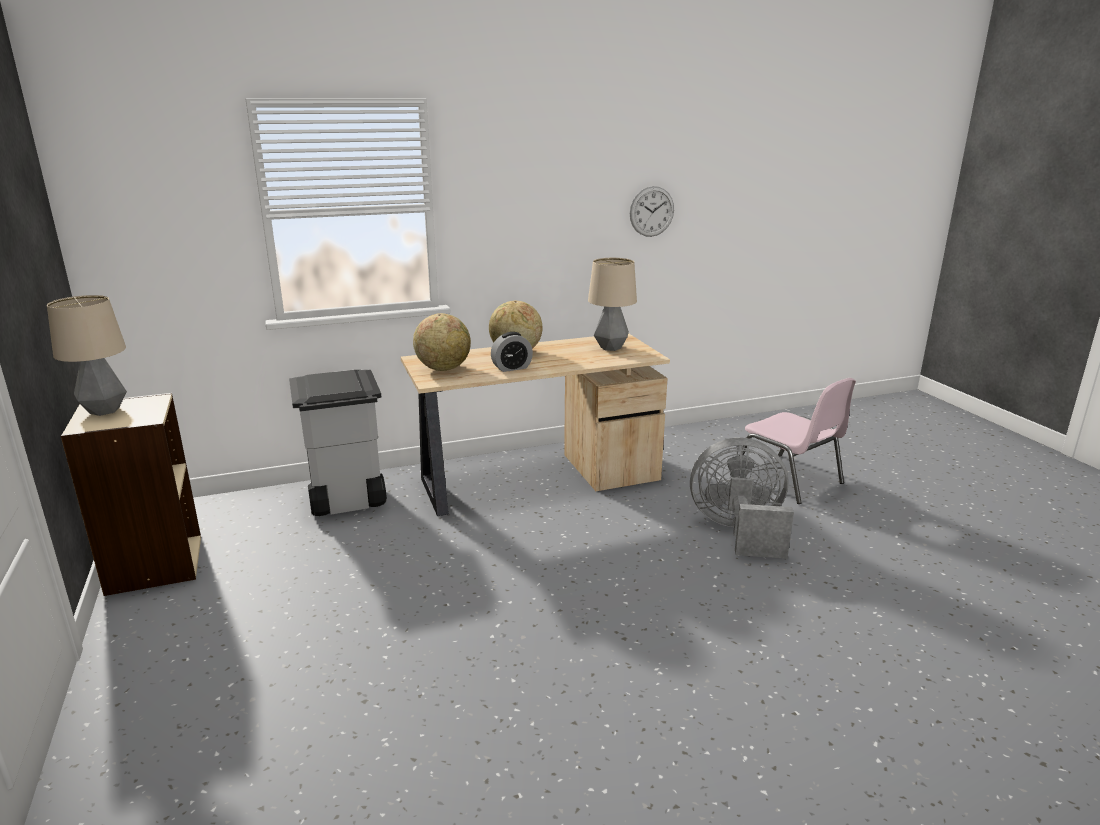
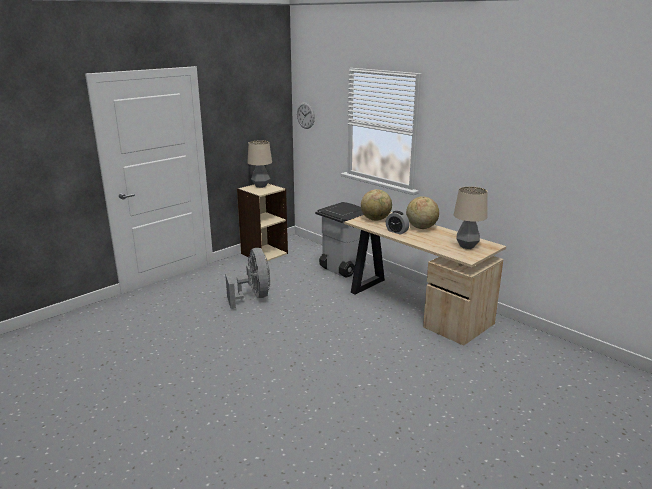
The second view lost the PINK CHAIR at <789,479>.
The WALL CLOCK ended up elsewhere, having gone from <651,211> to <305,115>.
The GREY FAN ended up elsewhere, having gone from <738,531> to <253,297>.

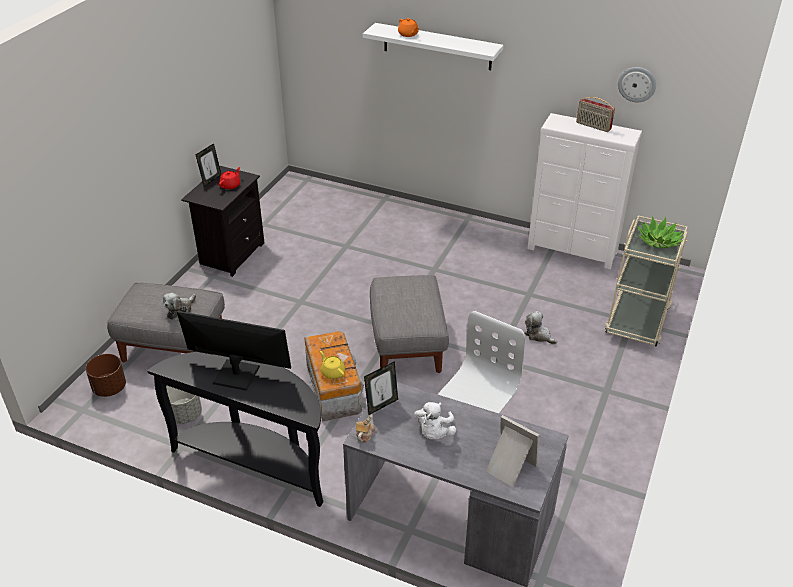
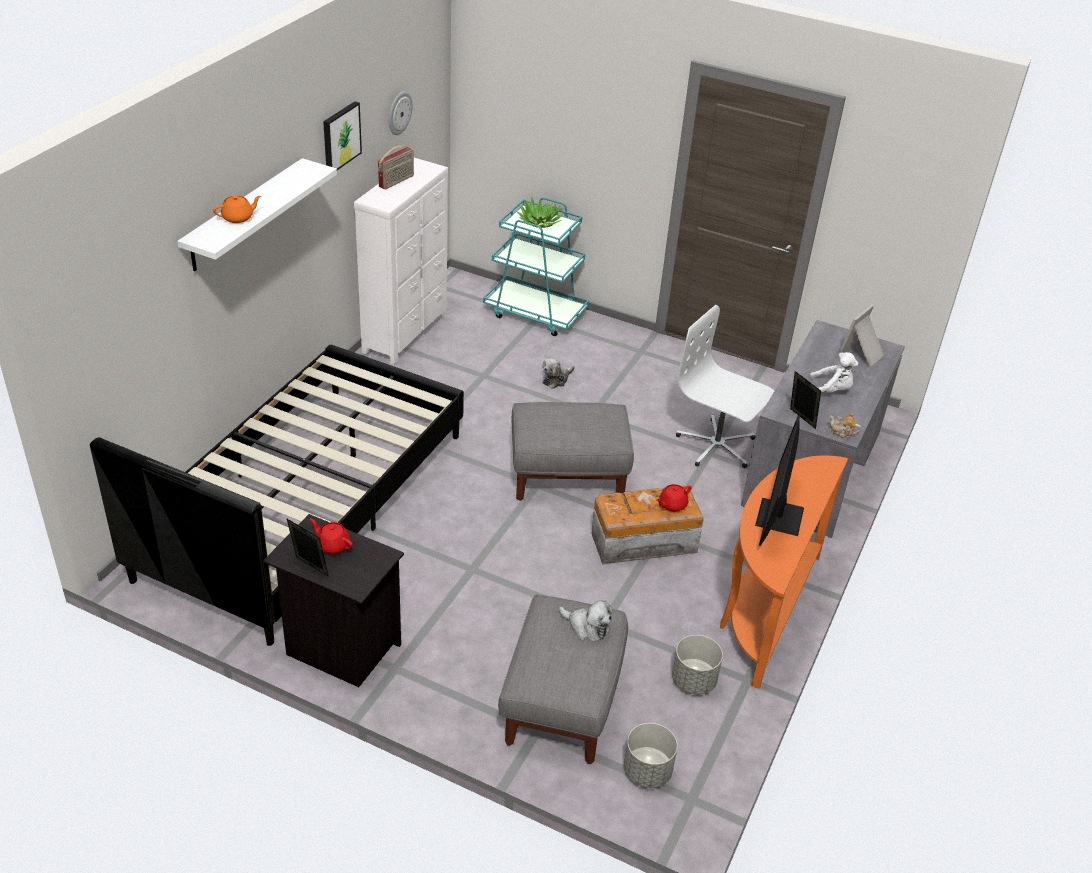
The second view gained the BLACK BED at <305,504>.
The second view gained the PICTURE at <340,136>.
What was the BROWN PLANTER at <109,388> turned into the GREY PLANTER at <646,772>.
What was the BLACK CONSOLE TABLE at <256,462> turned into the ORANGE CONSOLE TABLE at <764,609>.
What was the YELLOW TEAPOT at <332,372> turned into the RED TEAPOT at <672,504>.
What was the BEIGE CART at <637,319> turned into the TURQUOISE CART at <535,313>.

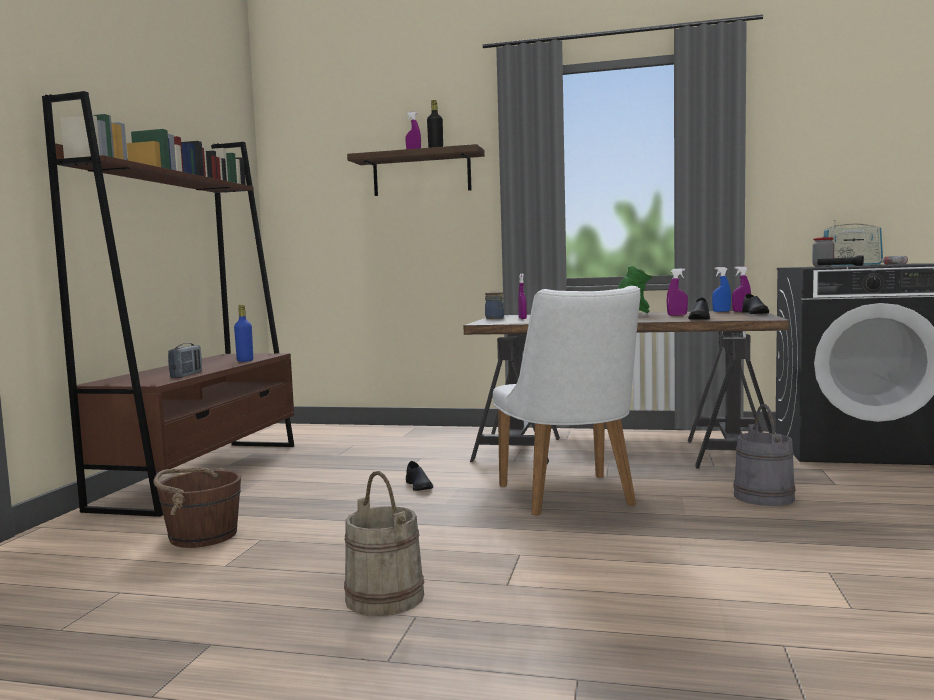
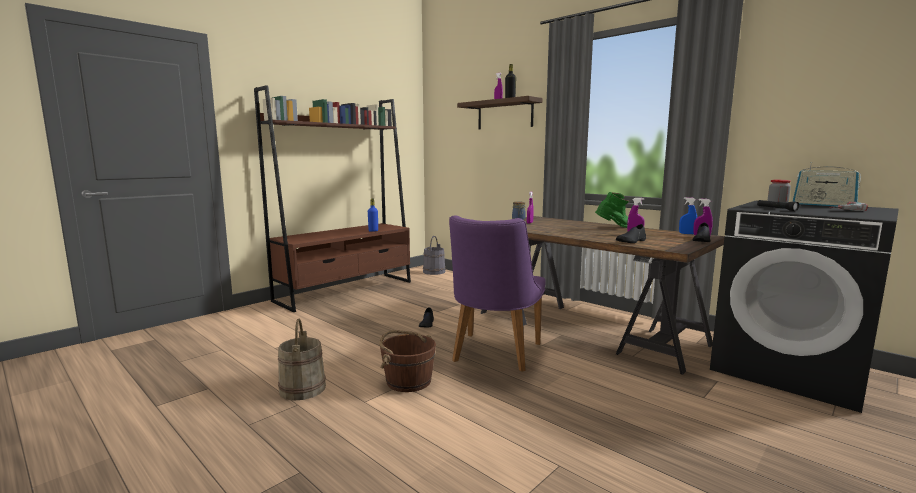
The second view lost the RADIO at <186,375>.
The BROWN BUCKET ended up elsewhere, having gone from <202,535> to <408,381>.
The GREY BUCKET ended up elsewhere, having gone from <764,496> to <434,272>.
What was the WHITE CHAIR at <571,498> turned into the PURPLE CHAIR at <493,355>.

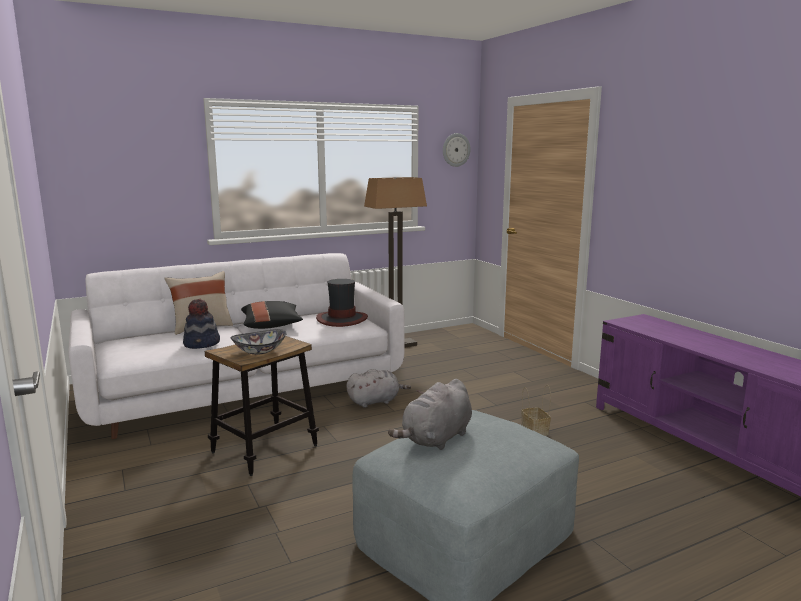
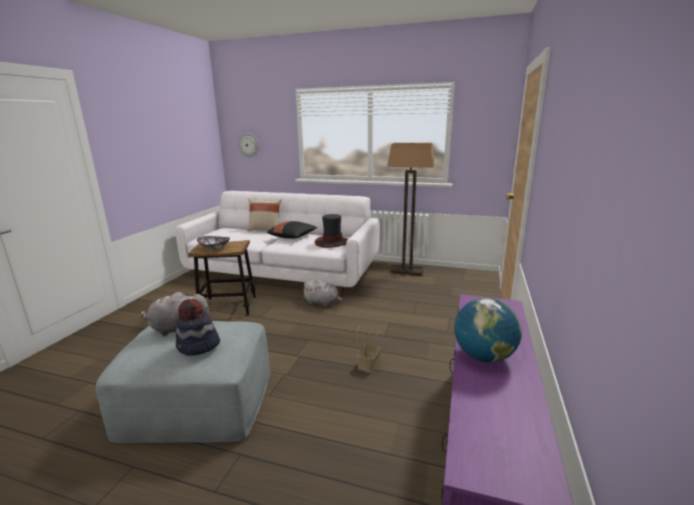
The second view gained the GLOBE at <483,356>.
The HAT ended up elsewhere, having gone from <202,344> to <198,346>.
The WALL CLOCK ended up elsewhere, having gone from <456,150> to <249,145>.

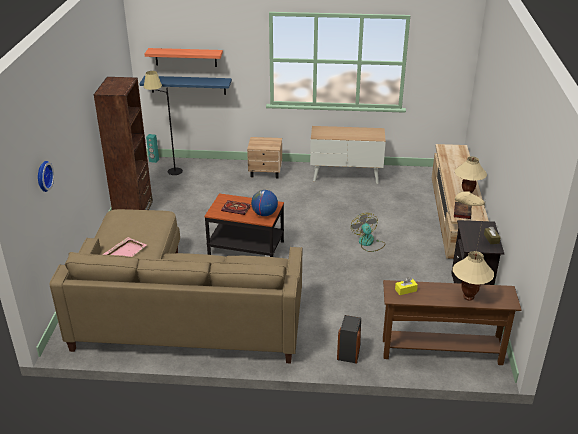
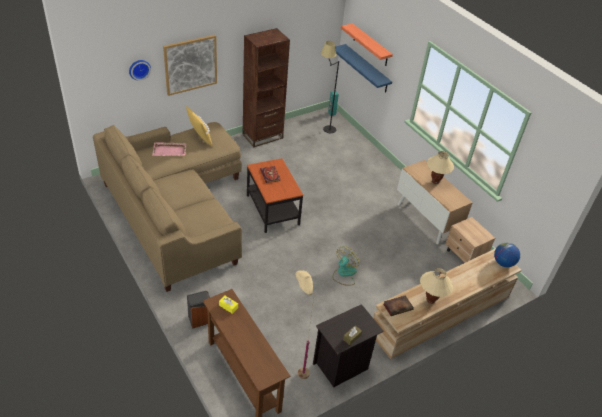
The second view gained the PICTURE at <190,64>.
The second view gained the YELLOW PILLOW at <199,139>.
The BEIGE NIGHTSTAND ended up elsewhere, having gone from <266,172> to <464,256>.
The GLOBE ended up elsewhere, having gone from <264,214> to <503,263>.
The BEIGE TABLE LAMP ended up elsewhere, having gone from <468,297> to <435,181>.

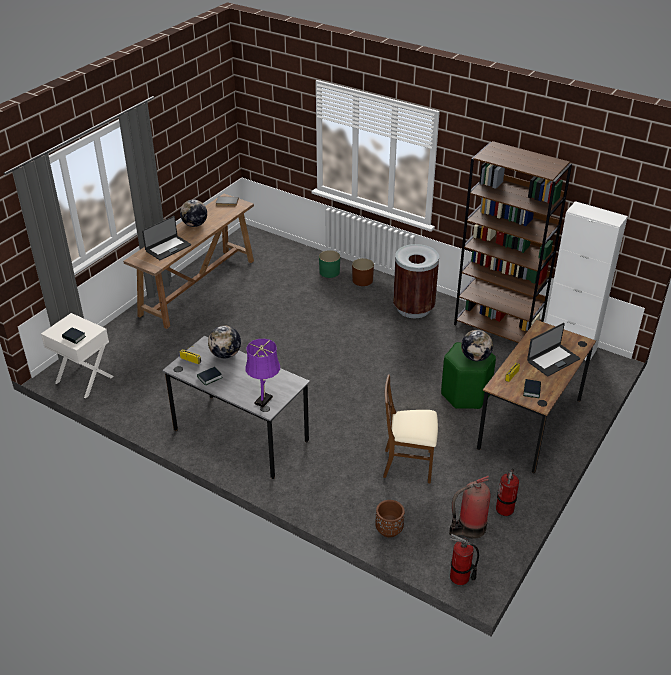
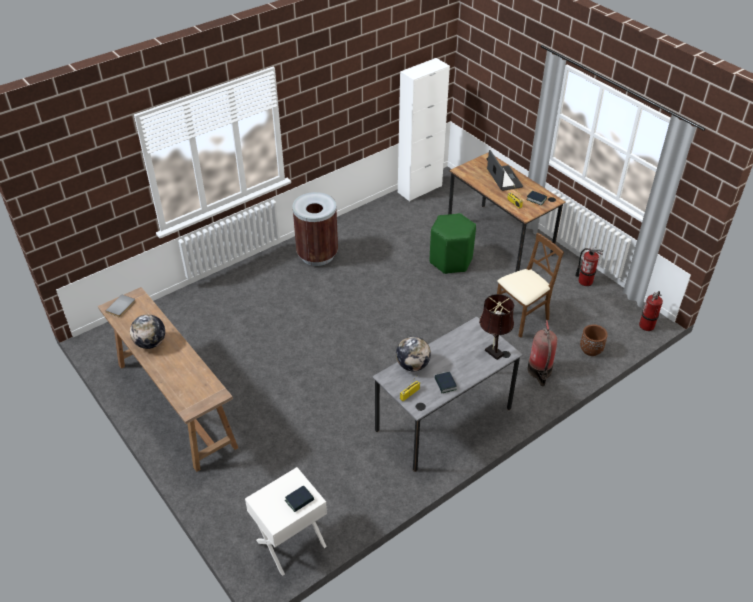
The second view lost the LAPTOP at <168,248>.
The second view lost the GREEN PLANTER at <329,272>.
The second view lost the BROWN PLANTER at <362,280>.
The second view lost the BROWN BOOKCASE at <498,327>.
The second view lost the GLOBE at <475,357>.
The FIRE EXTINGUISHER ended up elsewhere, having gone from <469,528> to <539,371>.
What was the PURPLE TABLE LAMP at <264,399> turned into the BROWN TABLE LAMP at <492,351>.
The BROWN CHAIR at <408,464> ended up facing another way, 150 degrees counterclockwise from before.

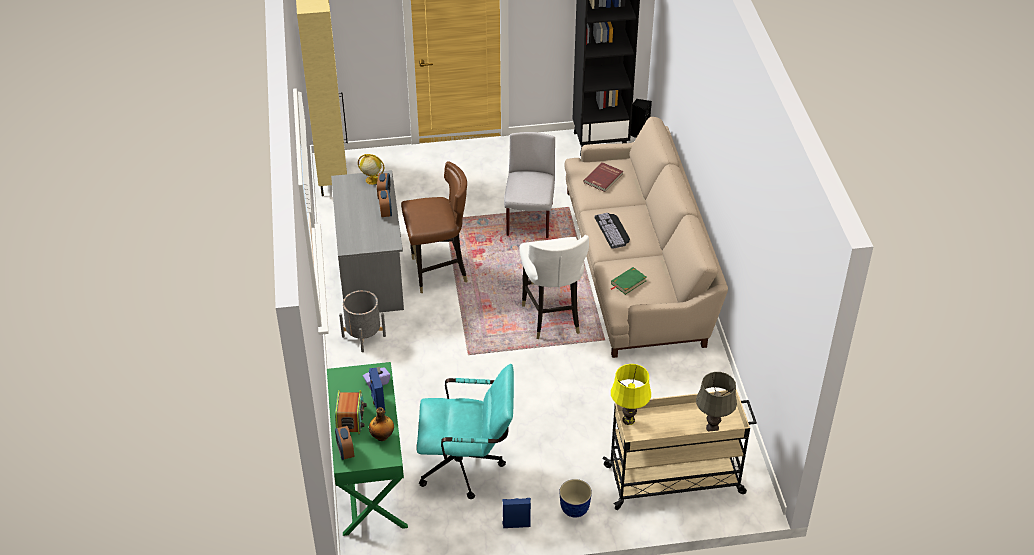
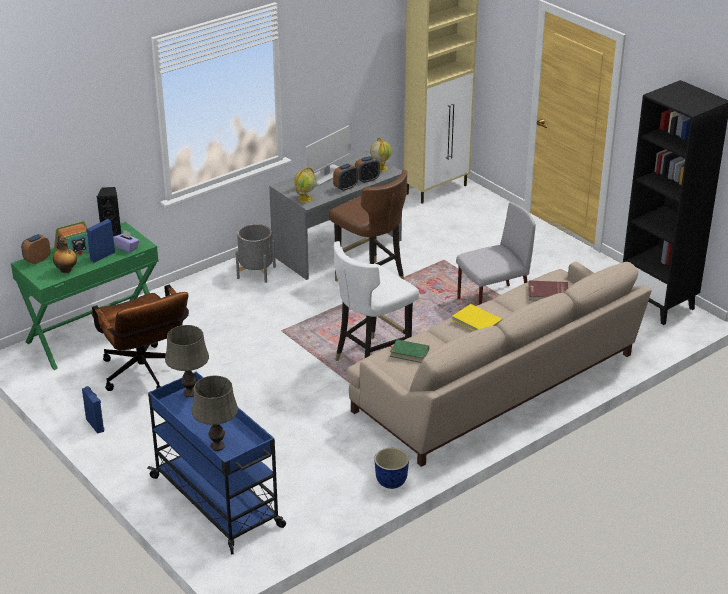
The second view gained the GLOBE at <305,198>.
The second view gained the MONITOR at <326,175>.
The PLANTER ended up elsewhere, having gone from <575,509> to <391,482>.
The BLACK SPEAKER ended up elsewhere, having gone from <639,134> to <112,234>.
Where the KEYBOARD stood at <613,230>, the YELLOW BOOK came to stand at <476,321>.
What was the TURQUOISE OFFICE CHAIR at <467,466> turned into the BROWN OFFICE CHAIR at <146,376>.
What was the BEIGE CART at <675,479> turned into the BLUE CART at <217,502>.
What was the YELLOW TABLE LAMP at <628,420> turned into the GREY TABLE LAMP at <189,393>.

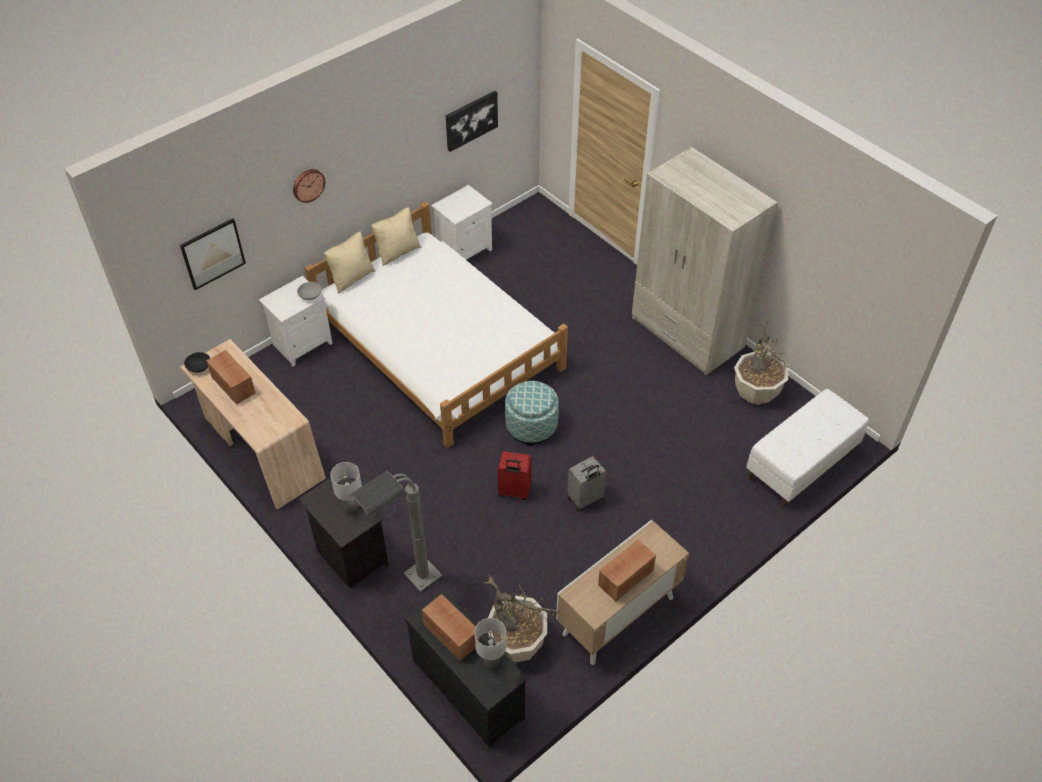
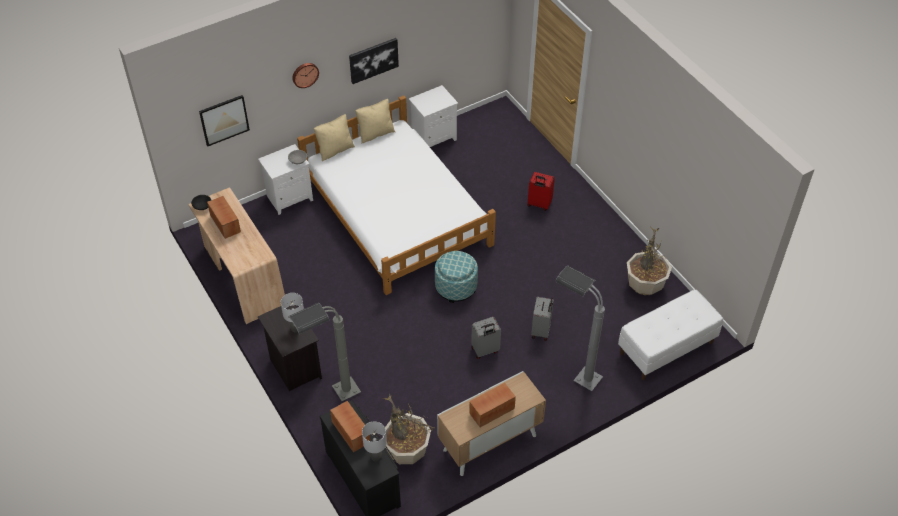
The second view lost the BEIGE WARDROBE at <687,333>.
The second view gained the GREY SUITCASE at <541,330>.
The second view gained the GREY FLOOR LAMP at <574,373>.
The PICTURE ended up elsewhere, having gone from <471,120> to <373,60>.
The RED SUITCASE ended up elsewhere, having gone from <514,491> to <539,204>.

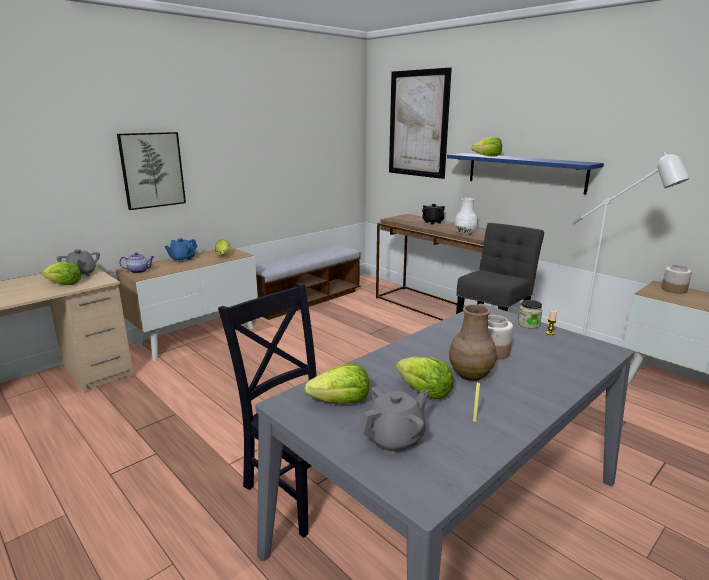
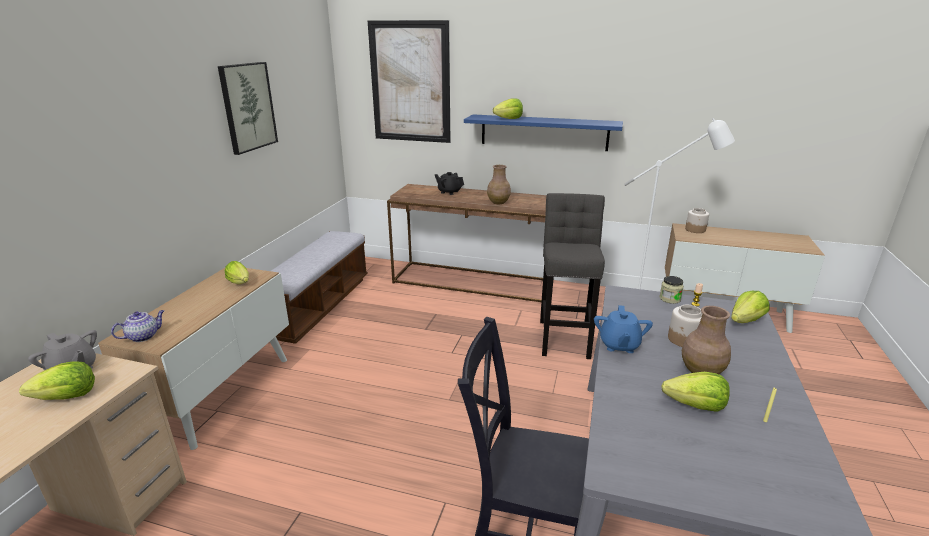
The second view lost the GREY TEAPOT at <395,439>.
The PICTURE ended up elsewhere, having gone from <152,170> to <248,107>.
The BLUE TEAPOT ended up elsewhere, having gone from <182,259> to <619,345>.
The LETTUCE ended up elsewhere, having gone from <341,402> to <745,321>.
What was the WHITE VASE at <465,234> turned into the BROWN VASE at <498,202>.

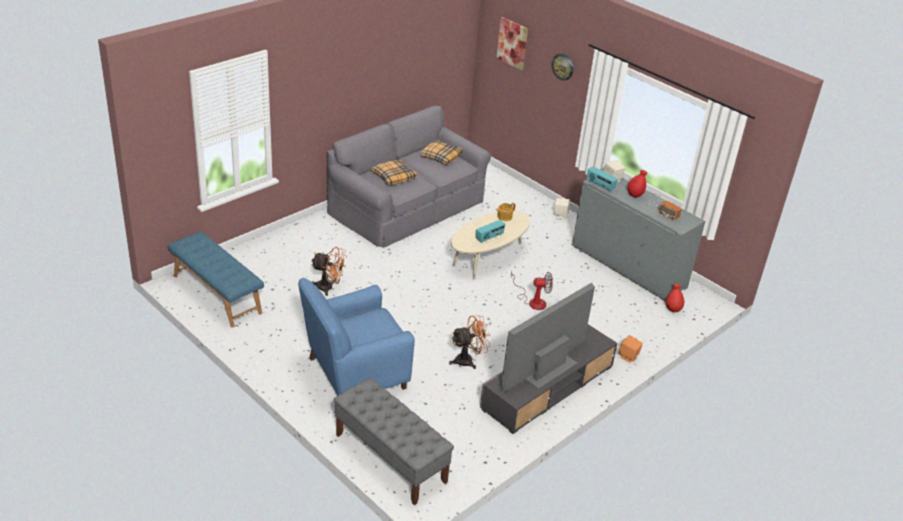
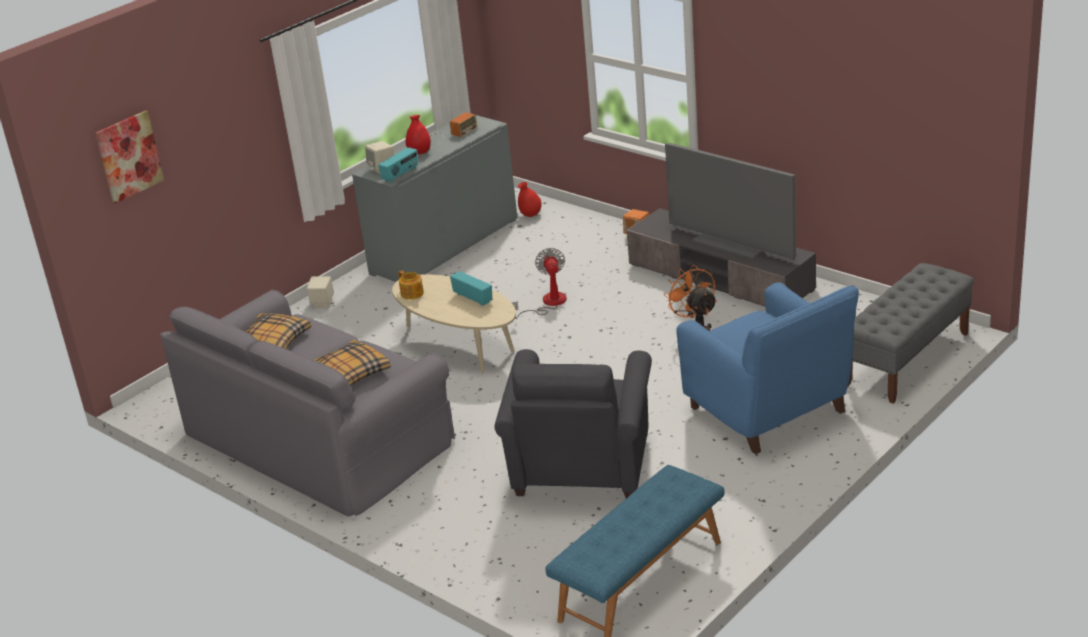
The second view lost the WALL CLOCK at <563,66>.
Where the ORANGE FAN stood at <329,288>, the GREY ARMCHAIR came to stand at <580,470>.

